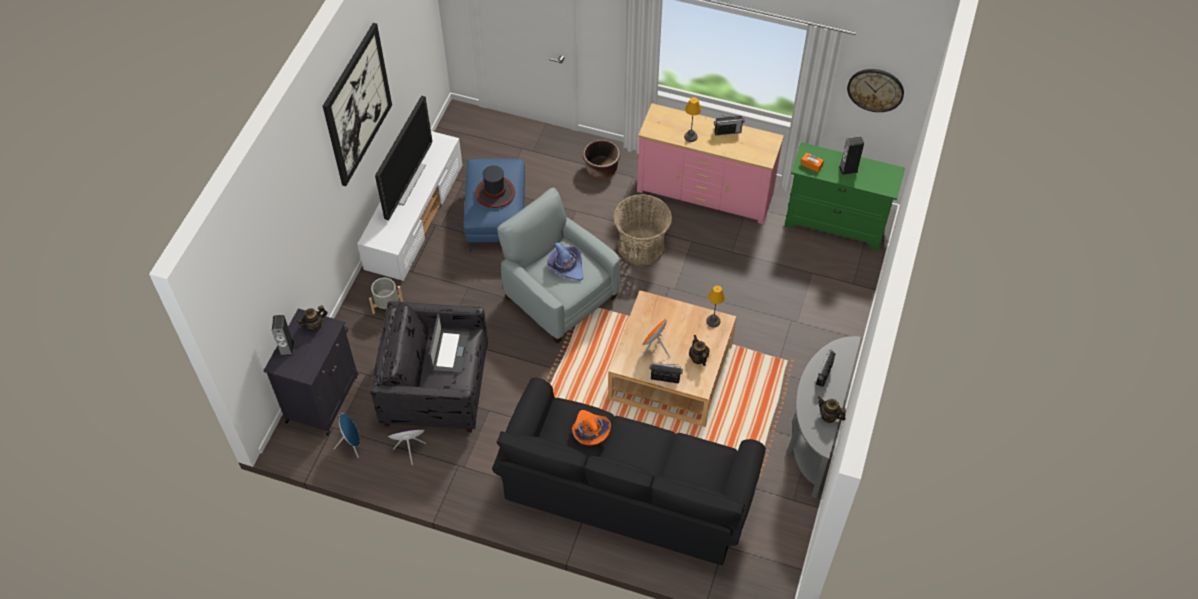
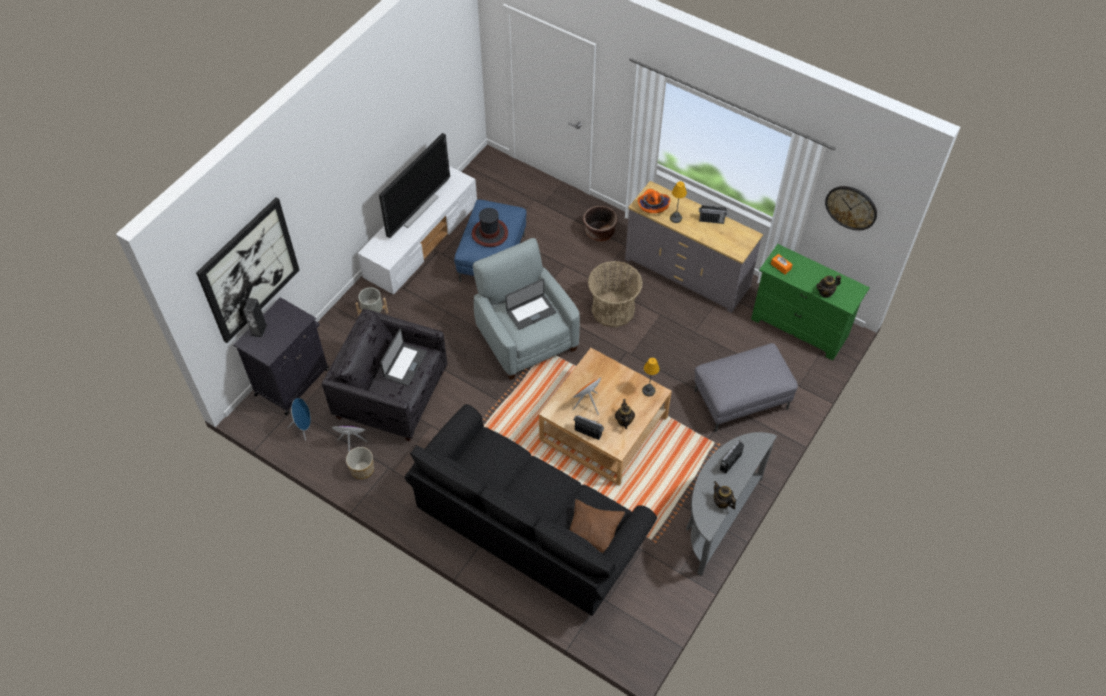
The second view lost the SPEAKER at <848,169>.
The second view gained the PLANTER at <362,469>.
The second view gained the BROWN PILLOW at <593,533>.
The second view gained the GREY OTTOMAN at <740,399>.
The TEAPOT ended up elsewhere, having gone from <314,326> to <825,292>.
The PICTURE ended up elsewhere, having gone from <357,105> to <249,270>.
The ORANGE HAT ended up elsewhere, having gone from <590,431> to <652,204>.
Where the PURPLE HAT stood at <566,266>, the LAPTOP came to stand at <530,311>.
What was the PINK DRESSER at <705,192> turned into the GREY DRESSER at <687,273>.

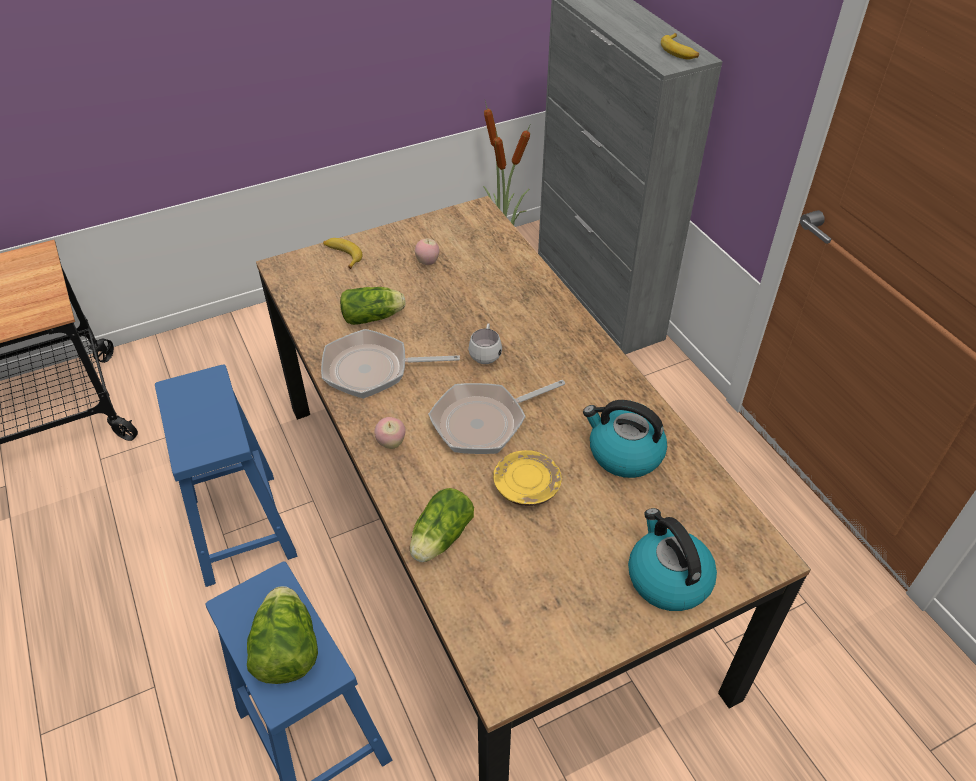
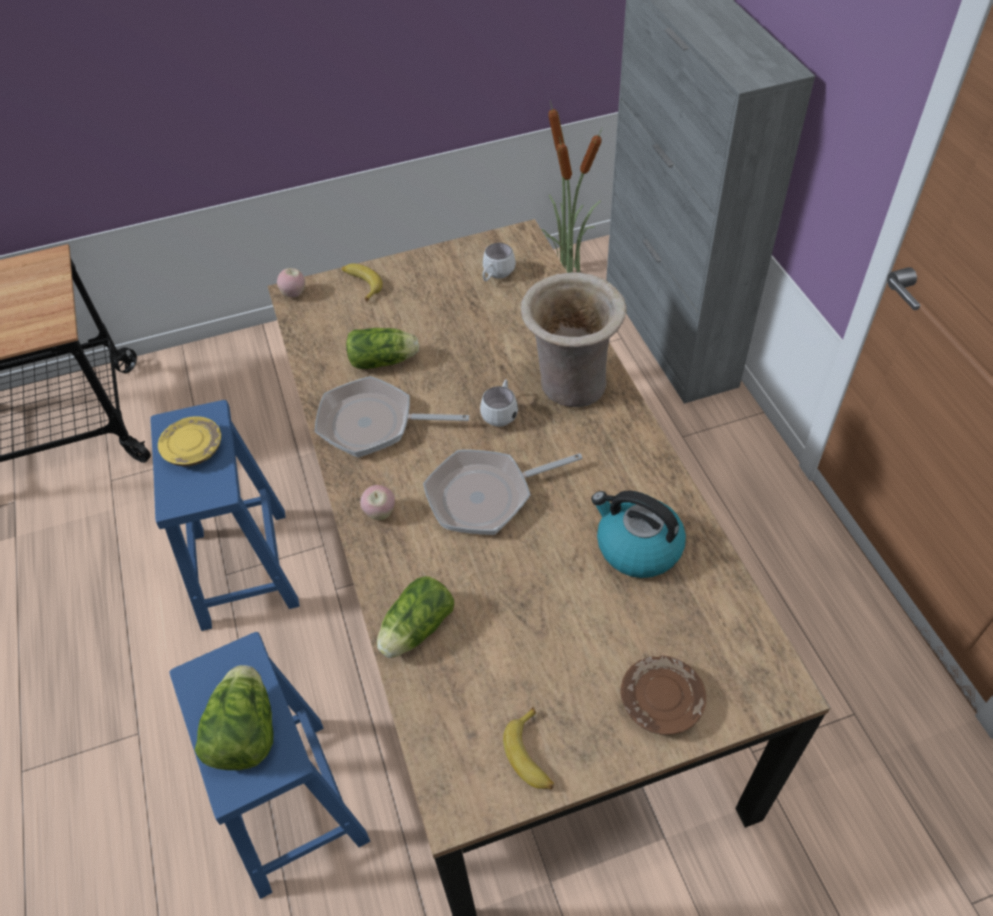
The second view gained the WHITE MUG at <496,276>.
The second view gained the BEIGE VASE at <570,386>.
The APPLE ended up elsewhere, having gone from <427,262> to <294,294>.
The YELLOW PLATE ended up elsewhere, having gone from <526,486> to <193,449>.
The BANANA ended up elsewhere, having gone from <680,52> to <532,755>.
Where the KETTLE stood at <667,578>, the BROWN PLATE came to stand at <660,702>.

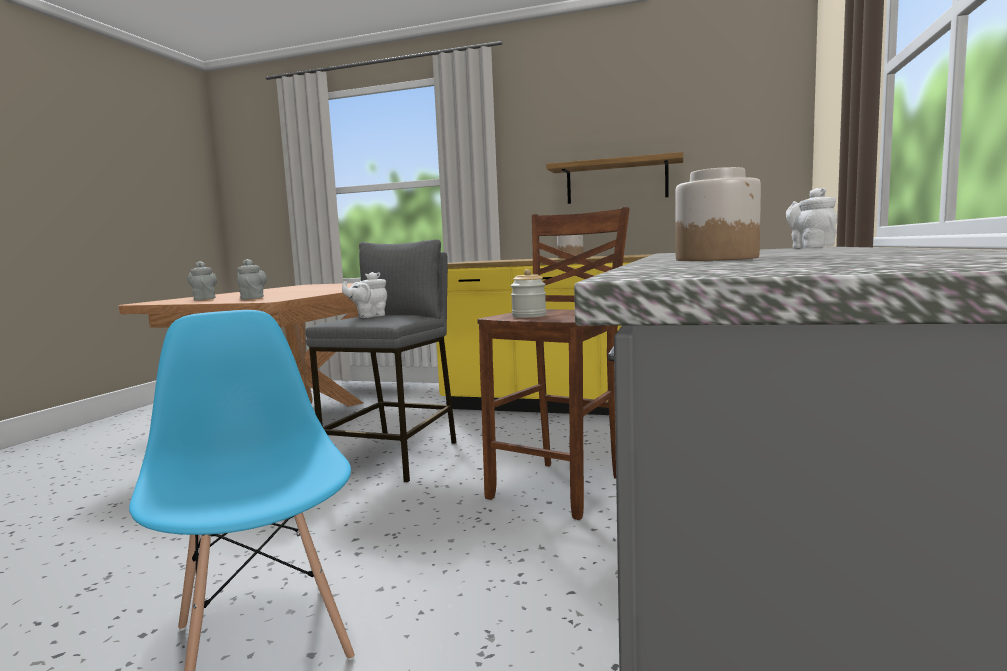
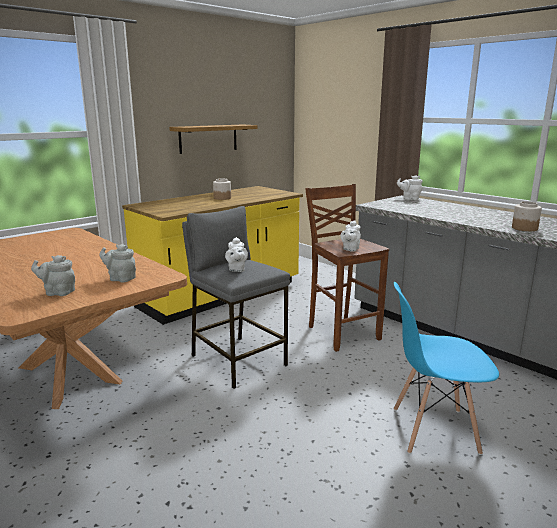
Where the JAR stood at <529,316>, the WHITE TEAPOT came to stand at <350,249>.

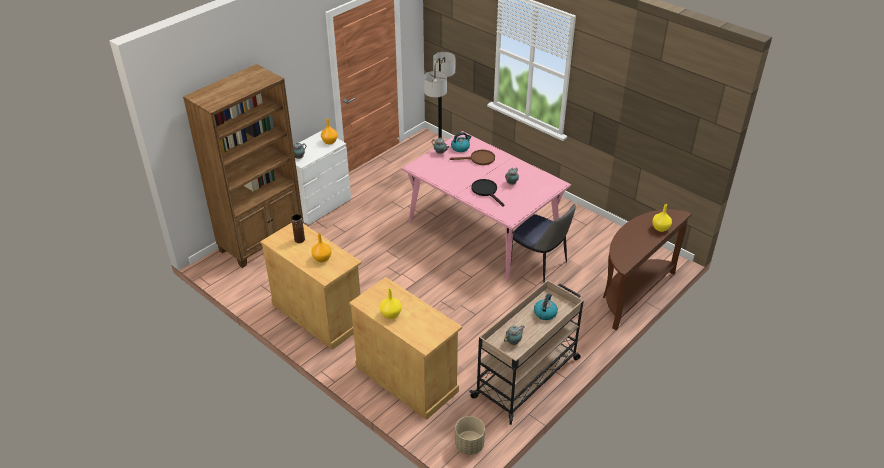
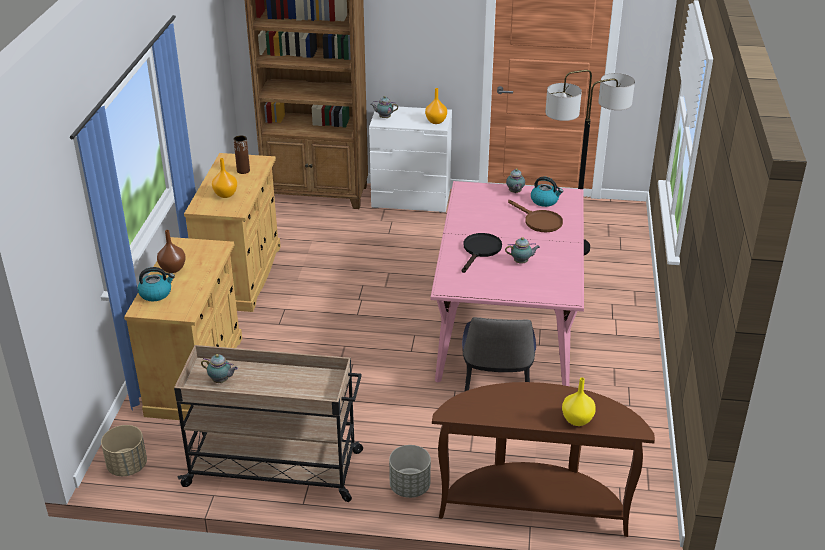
The second view gained the GREY PLANTER at <410,487>.
The KETTLE ended up elsewhere, having gone from <545,313> to <156,293>.
What was the YELLOW VASE at <391,314> turned into the BROWN VASE at <173,269>.

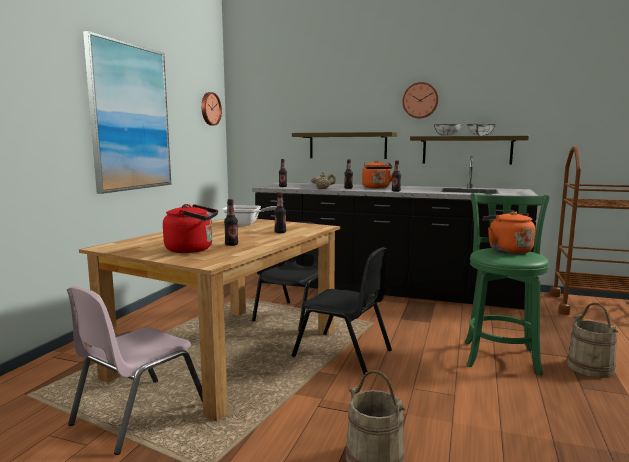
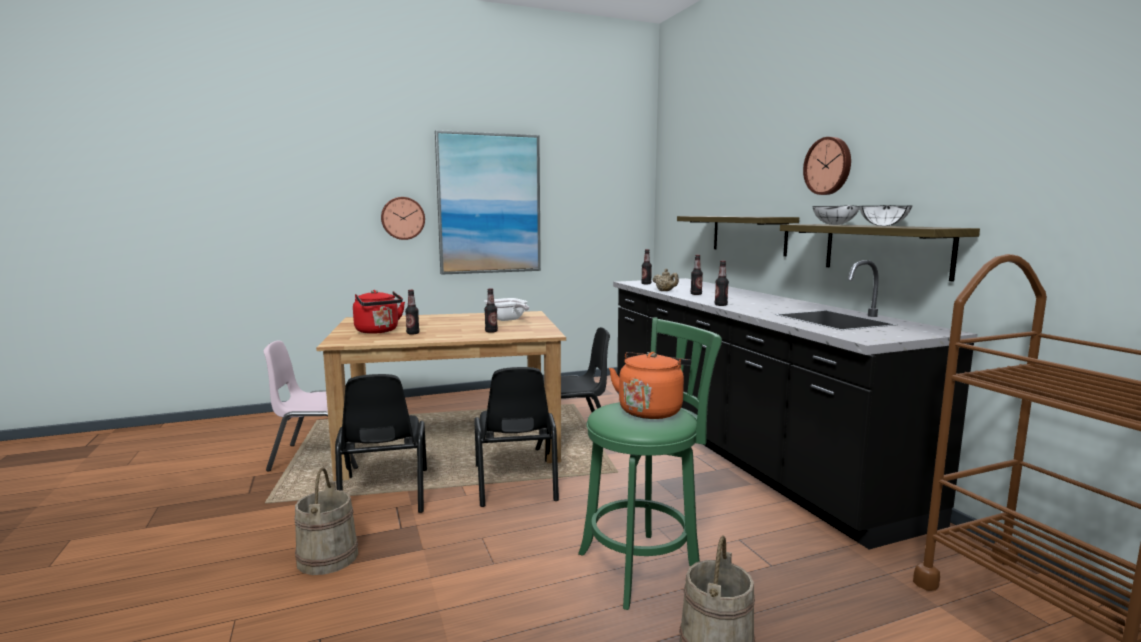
The second view lost the ORANGE KETTLE at <376,188>.
The second view gained the BLACK CHAIR at <384,494>.
The WALL CLOCK ended up elsewhere, having gone from <210,109> to <402,218>.

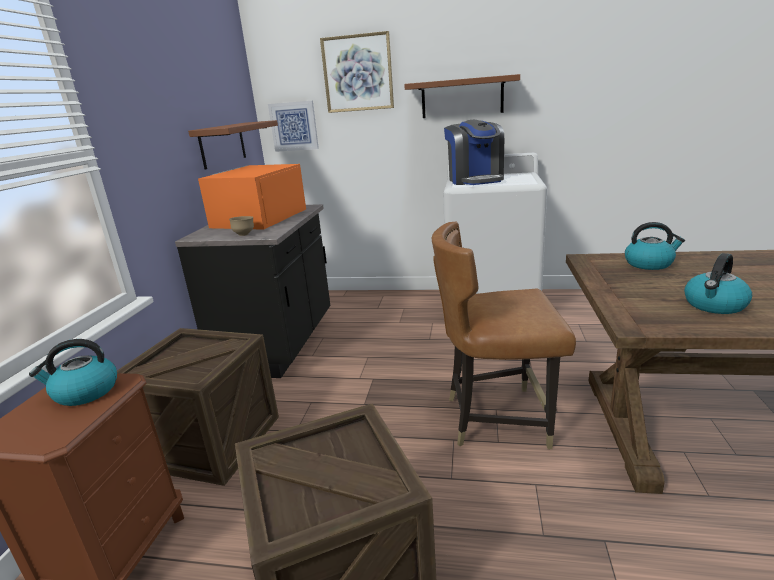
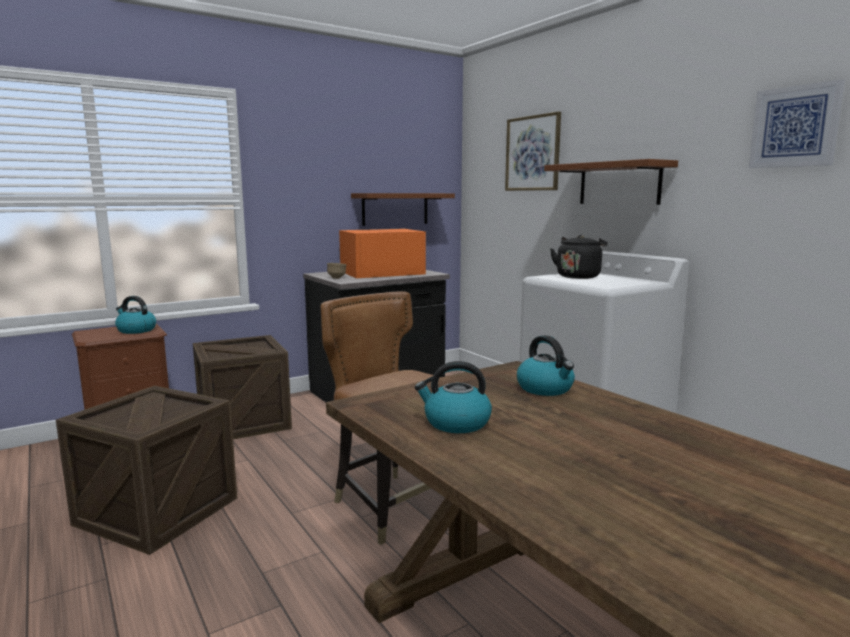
The PICTURE ended up elsewhere, having gone from <294,126> to <795,127>.
Where the COFFEE MACHINE stood at <475,180>, the BLACK KETTLE came to stand at <578,276>.

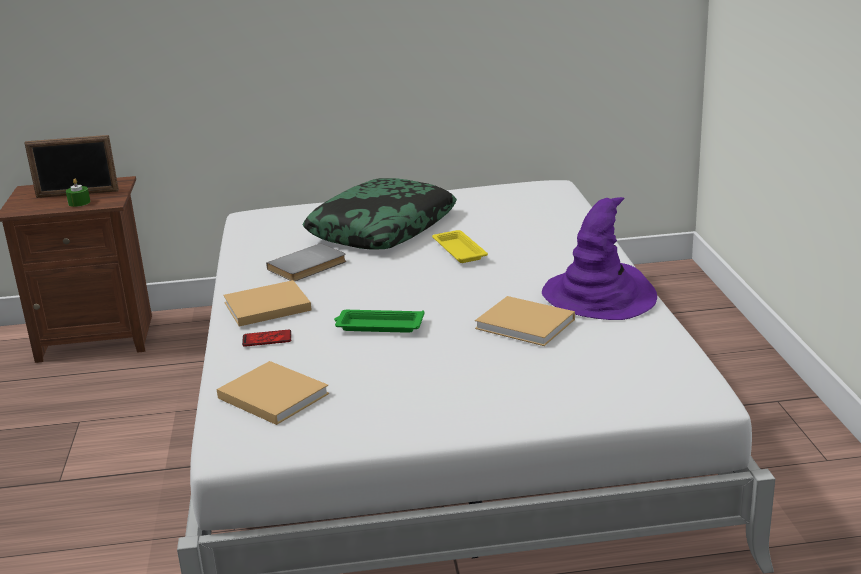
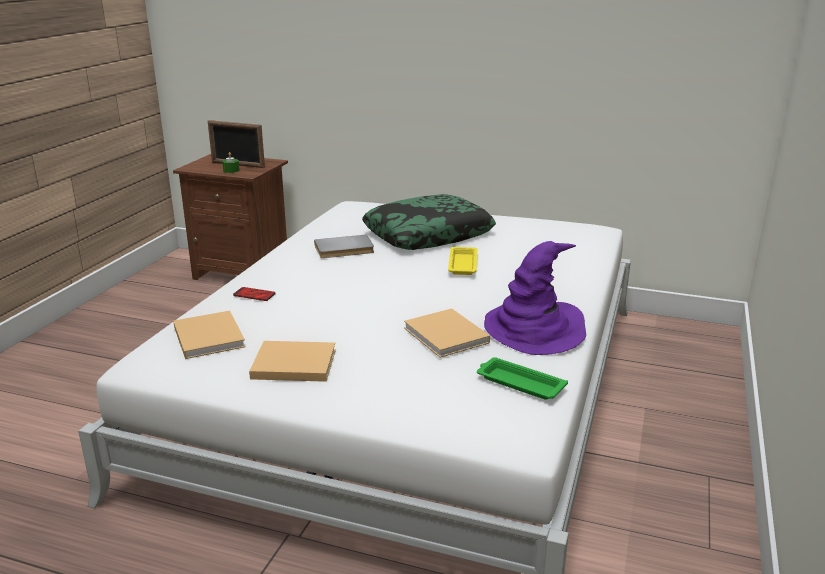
The BEIGE BOOK ended up elsewhere, having gone from <264,307> to <291,364>.
The GREEN TRAY ended up elsewhere, having gone from <378,326> to <519,383>.

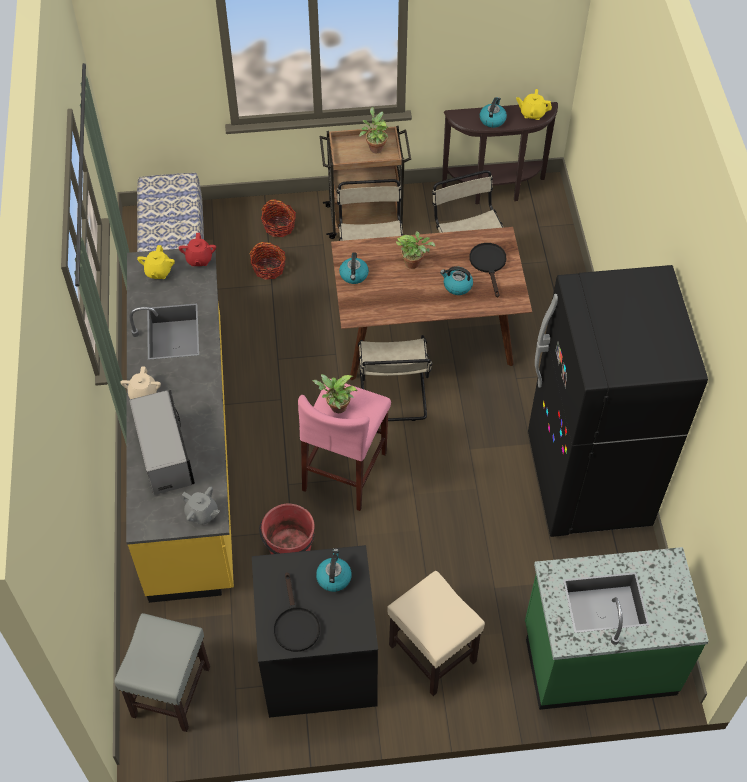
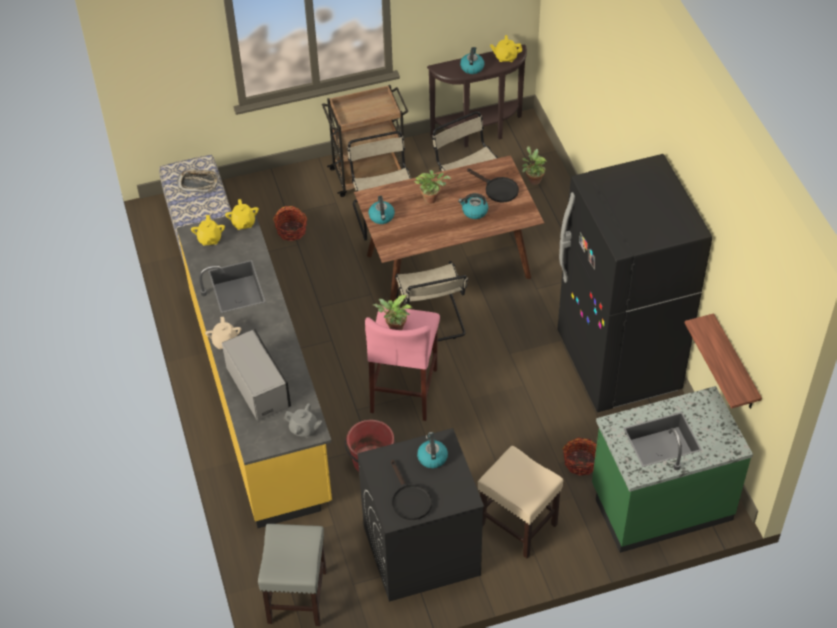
The second view gained the TRAY at <198,183>.
The second view gained the SHELF at <735,365>.
The BASKET ended up elsewhere, having gone from <279,226> to <581,462>.
The POTTED PLANT ended up elsewhere, having gone from <375,147> to <533,179>.
What was the RED TEAPOT at <199,259> turned into the YELLOW TEAPOT at <243,223>.
The BLACK FRYING PAN at <489,264> ended up facing another way, 150 degrees clockwise from before.

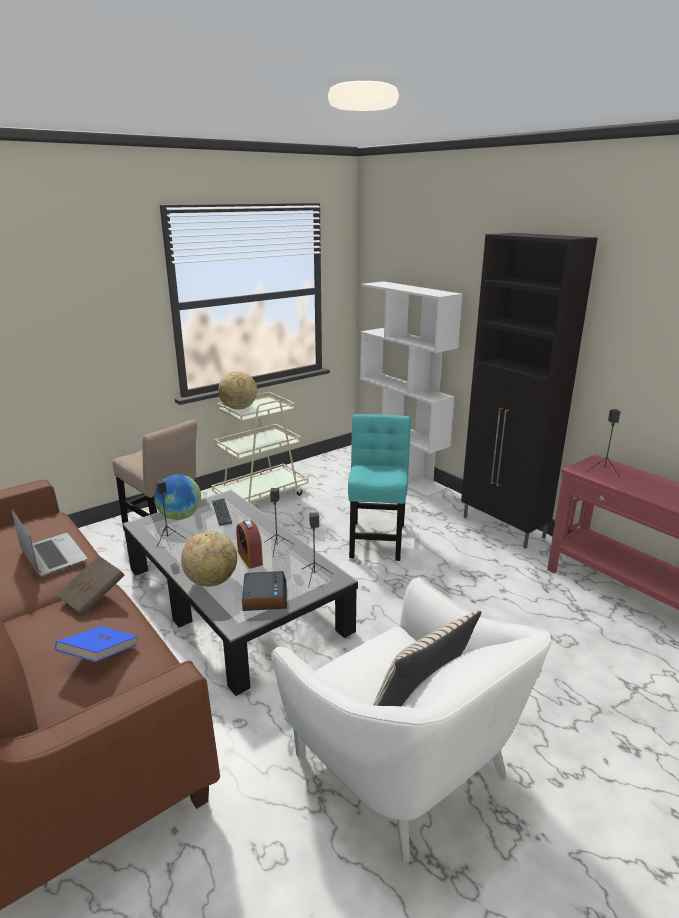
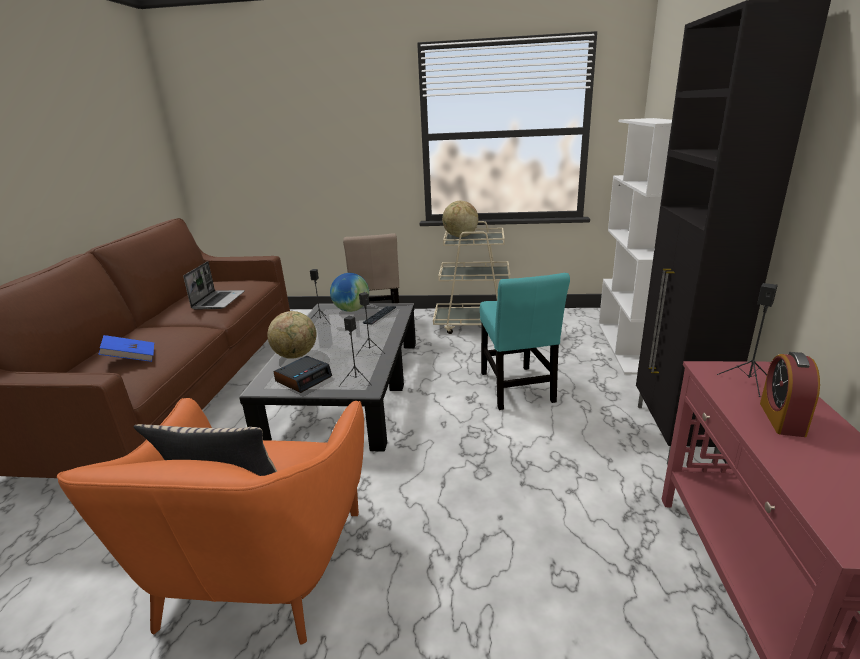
The second view lost the BROWN BOOK at <93,597>.
The ALARM CLOCK ended up elsewhere, having gone from <250,558> to <782,419>.
What was the WHITE ARMCHAIR at <404,763> turned into the ORANGE ARMCHAIR at <260,567>.
The TURQUOISE CHAIR at <376,538> ended up facing another way, 120 degrees clockwise from before.

